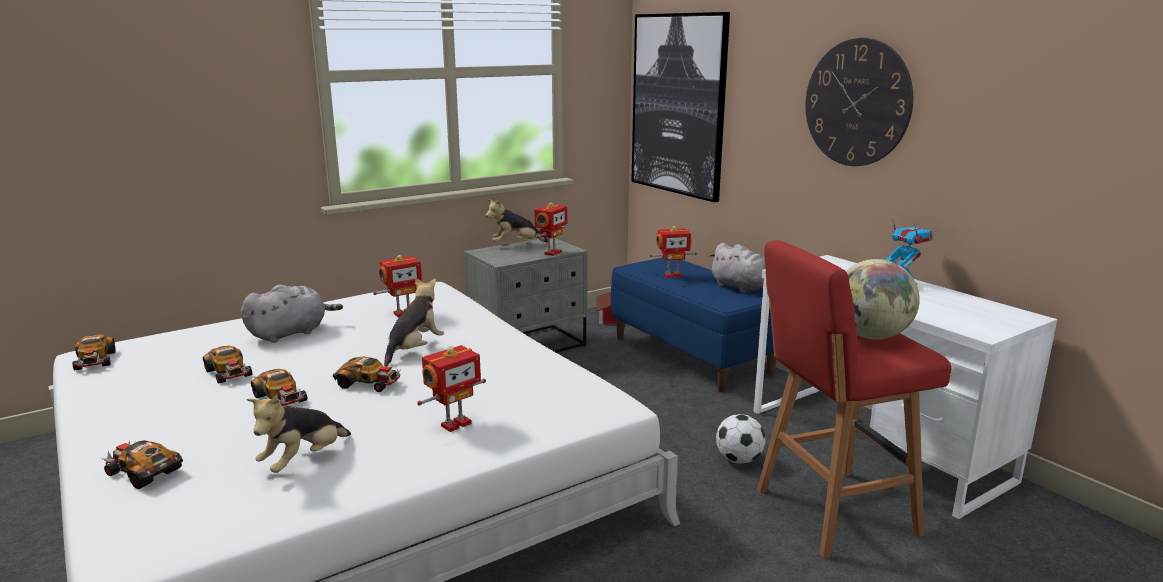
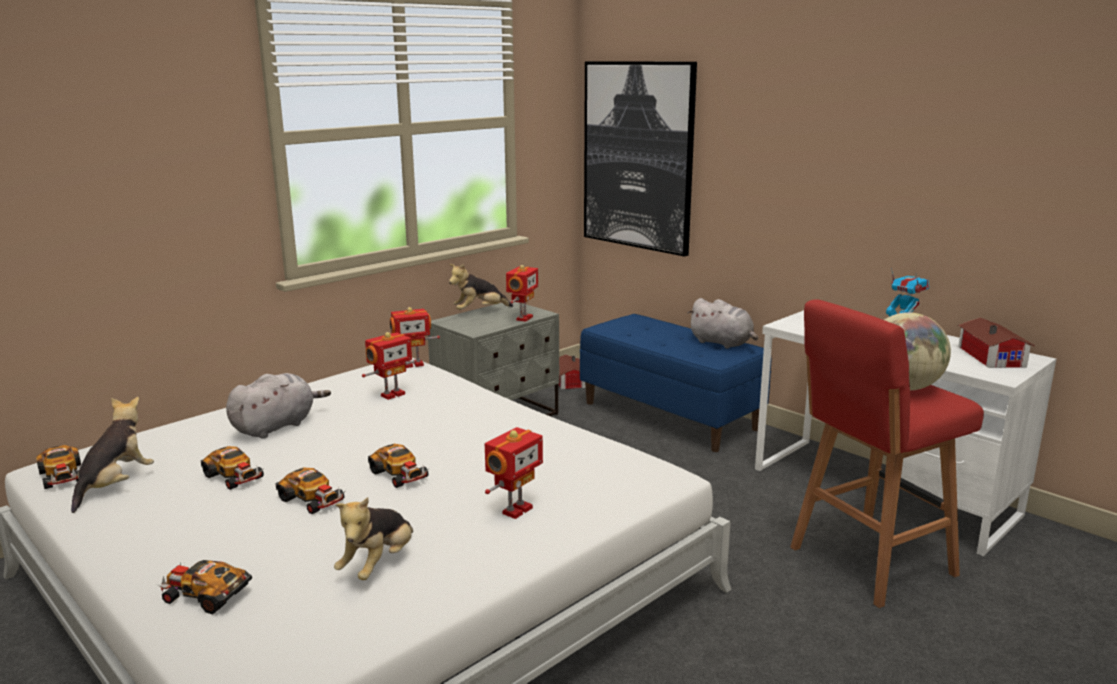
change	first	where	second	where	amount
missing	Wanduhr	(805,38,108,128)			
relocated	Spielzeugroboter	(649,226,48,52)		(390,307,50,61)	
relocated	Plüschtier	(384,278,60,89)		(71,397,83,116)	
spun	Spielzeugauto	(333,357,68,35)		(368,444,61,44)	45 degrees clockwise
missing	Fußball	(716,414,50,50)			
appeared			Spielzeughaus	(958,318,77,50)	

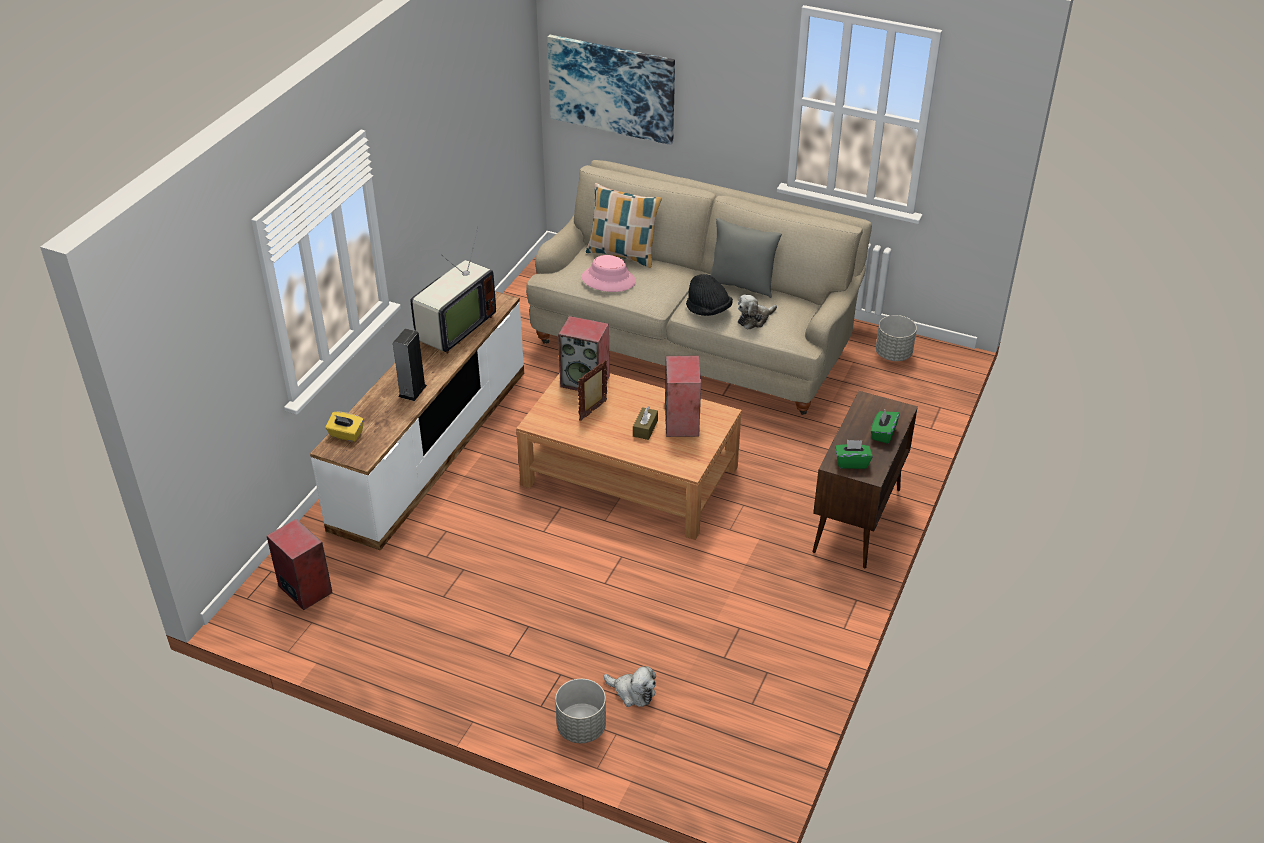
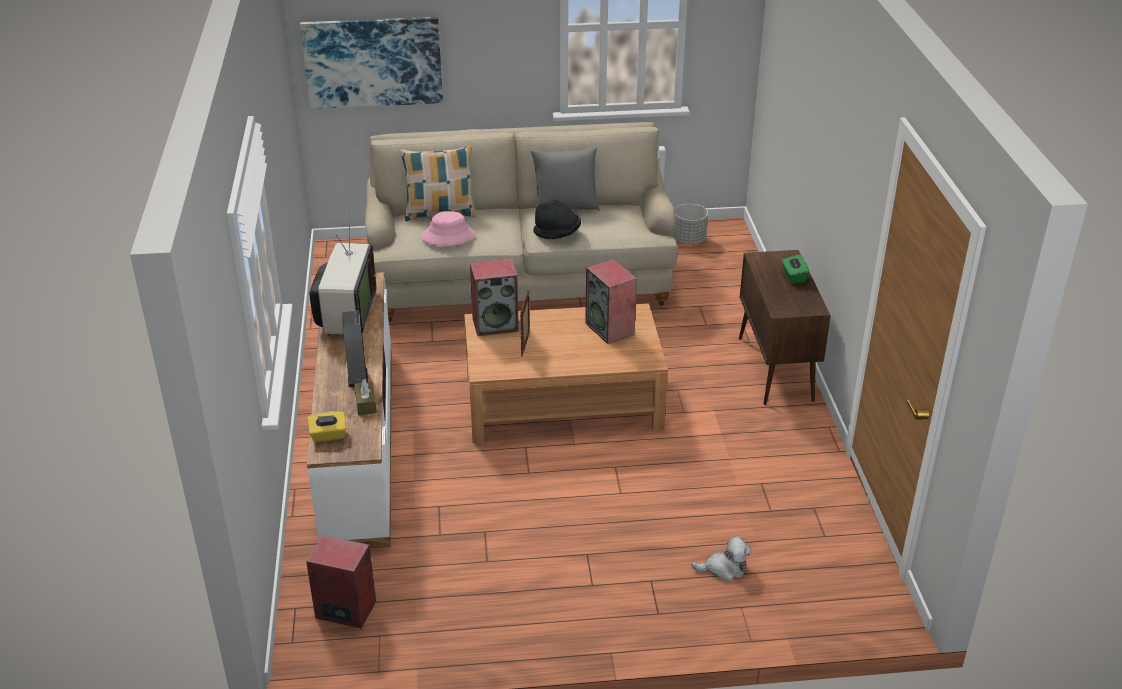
change	first	where	second	where	amount
missing	Plüschtier	(738,294,39,36)			
relocated	Taschentuchbox (braun)	(633,406,25,34)		(354,379,23,36)	
missing	Taschentuchbox (grün)	(835,440,38,29)			
missing	Pflanzkübel (grau)	(555,679,51,64)			

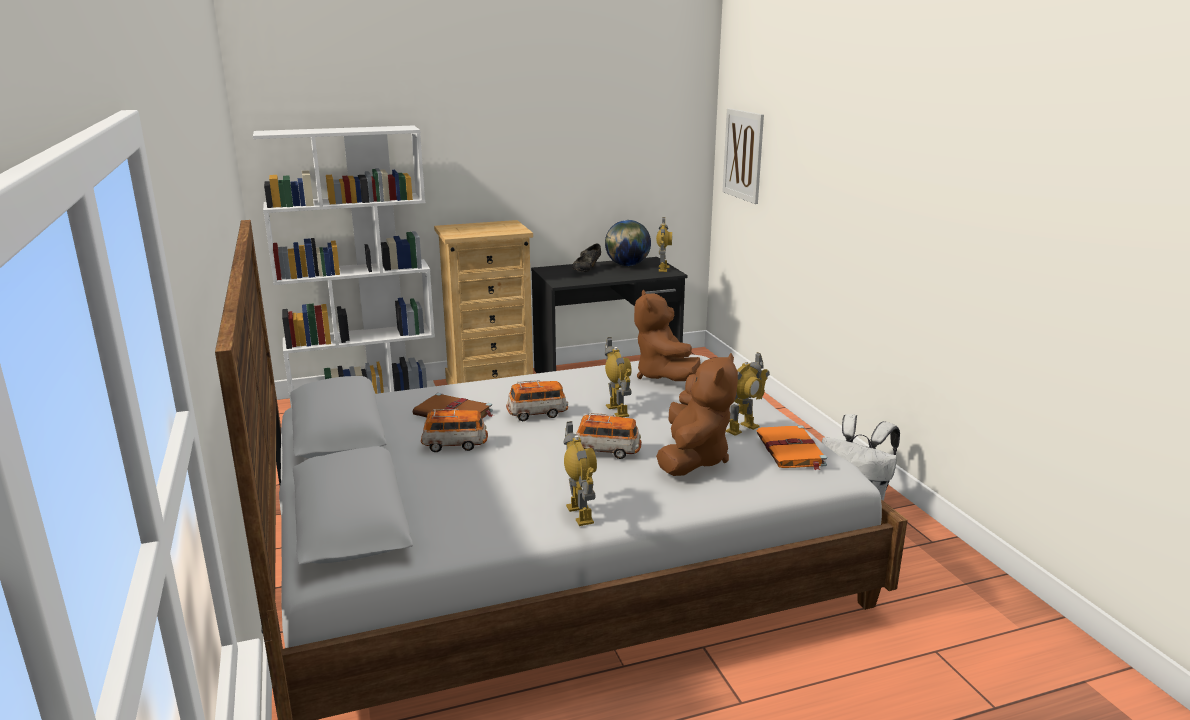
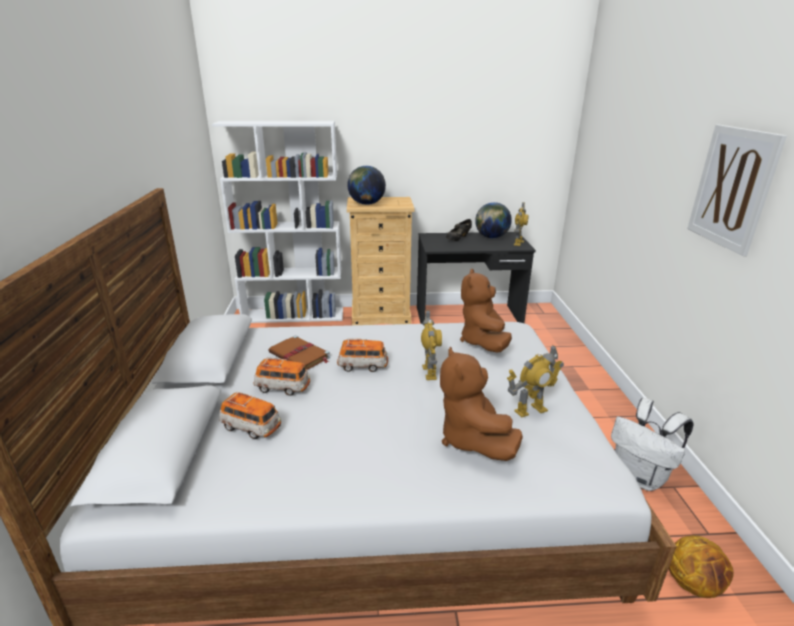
change	first	where	second	where	amount
relocated	Bild	(722,108,42,96)		(687,124,100,132)	
spun	Plüschtier (braun)	(656,353,82,123)		(440,346,83,115)	135 degrees clockwise
relocated	Spielzeugauto	(576,413,66,46)		(219,392,62,47)	
missing	Spielzeugroboter	(564,421,33,105)			
missing	Buch (orange)	(757,425,70,45)			
appeared			Globus	(347,166,39,39)	
appeared			Basketball	(669,535,65,63)	

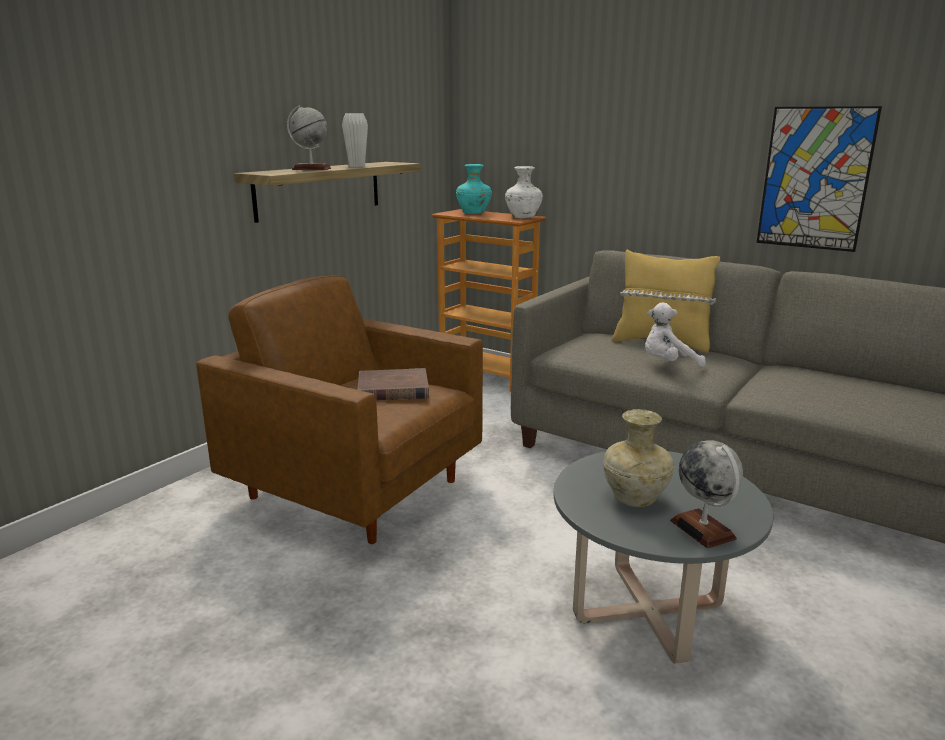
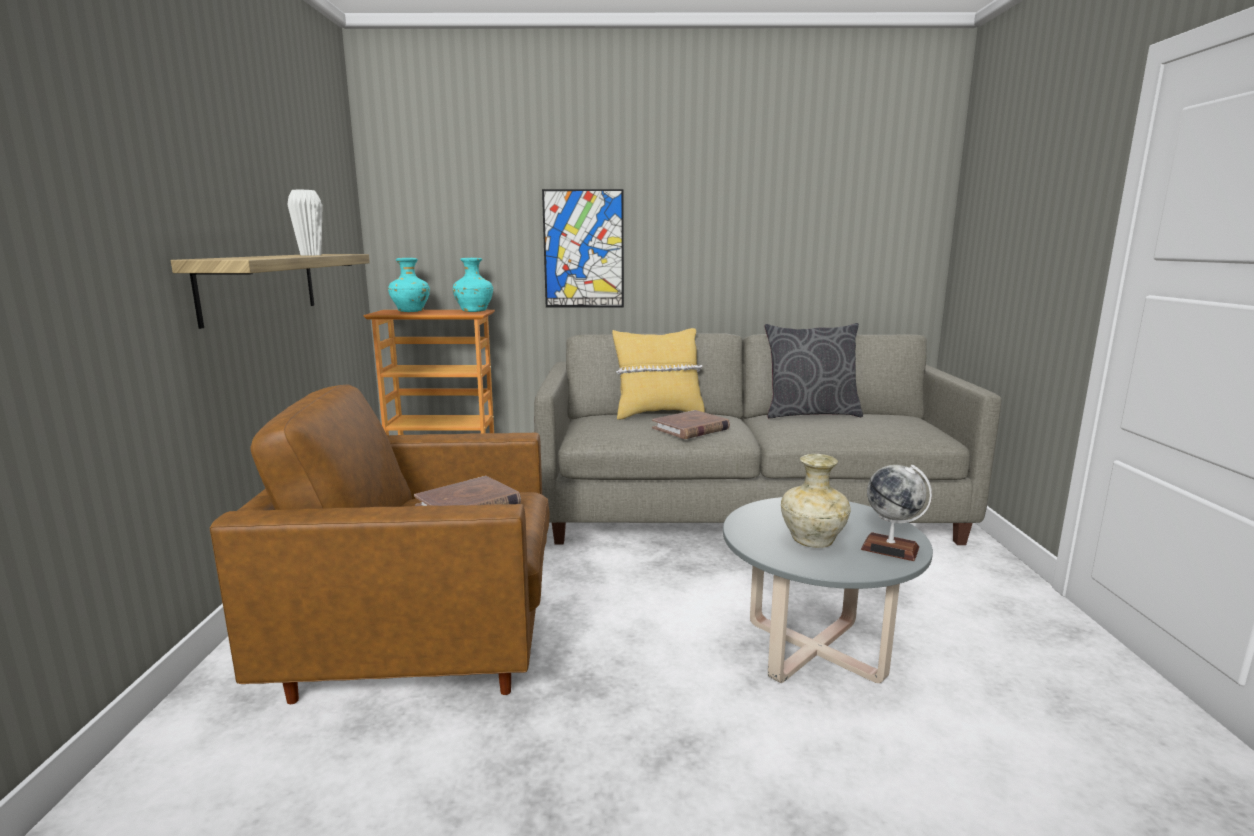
change	first	where	second	where	amount
missing	Globus	(287,105,44,65)			
relocated	Bild	(757,106,125,146)		(542,189,82,119)	
colour	Vase (weiß)	(505,166,38,52)	Vase (türkis)	(453,258,40,54)	
exchanged	Plüschtier (weiß)	(645,302,61,65)	Buch (braun)	(652,410,78,29)	
appeared			Kissen (grau)	(764,323,99,95)	

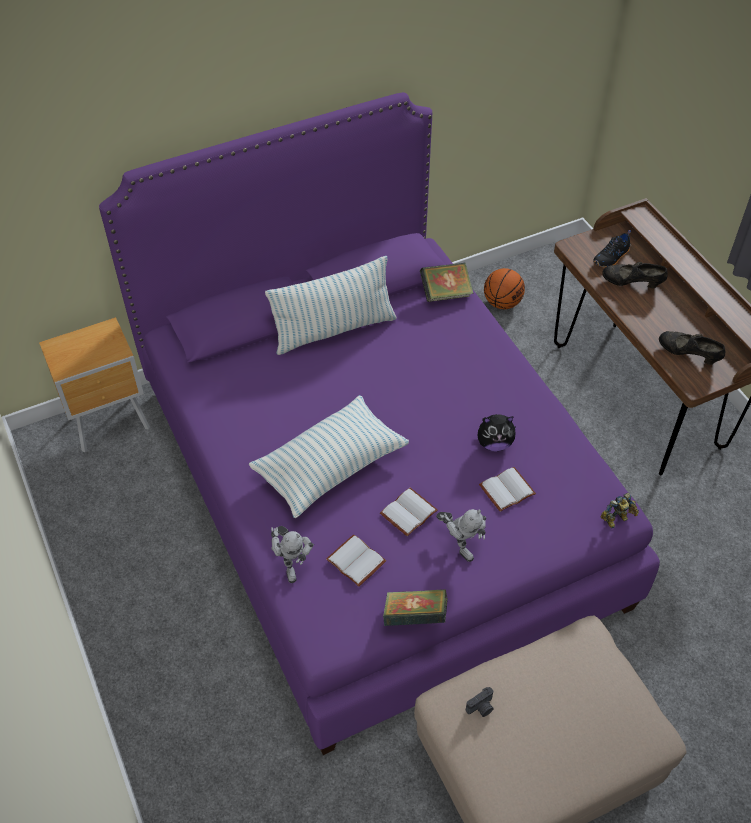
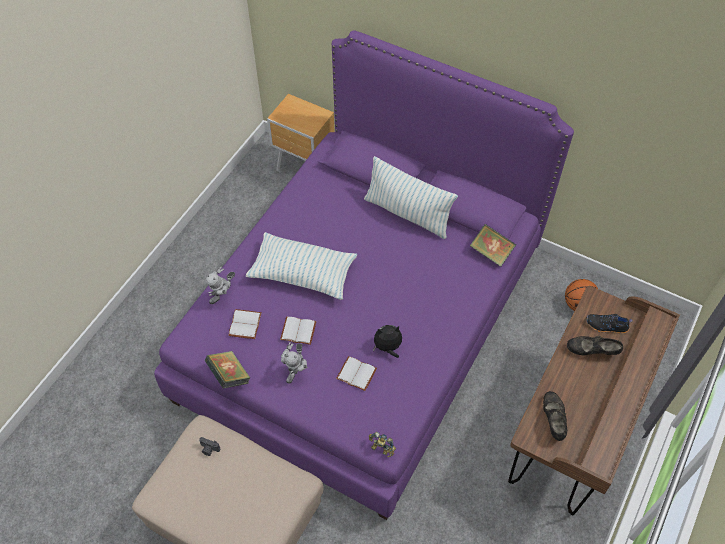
change	first	where	second	where	amount
spun	Schuh (schwarz)	(602,262,66,26)		(567,336,56,20)	60 degrees counterclockwise
spun	Plüschtier	(477,414,40,38)		(373,325,29,33)	120 degrees clockwise

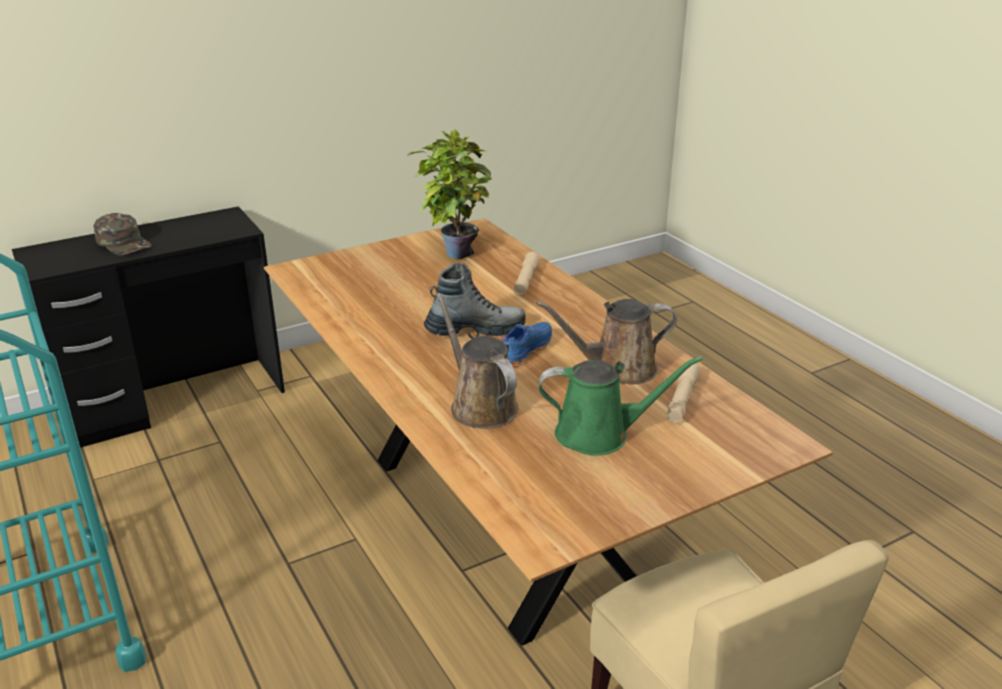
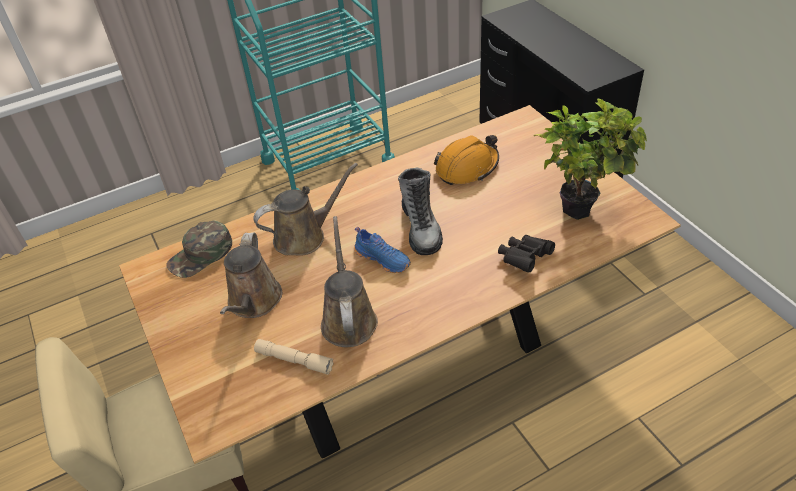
change	first	where	second	where	amount
relocated	Kappe (grün)	(93,213,59,42)		(166,220,66,58)	
exchanged	Taschenlampe (beige)	(514,252,25,43)	Fernglas (schwarz)	(498,235,57,38)	
colour	Gießkanne (grün)	(538,356,165,100)	Gießkanne (braun)	(220,232,62,86)	
appeared			Schutzhelm (orange)	(434,135,65,50)	

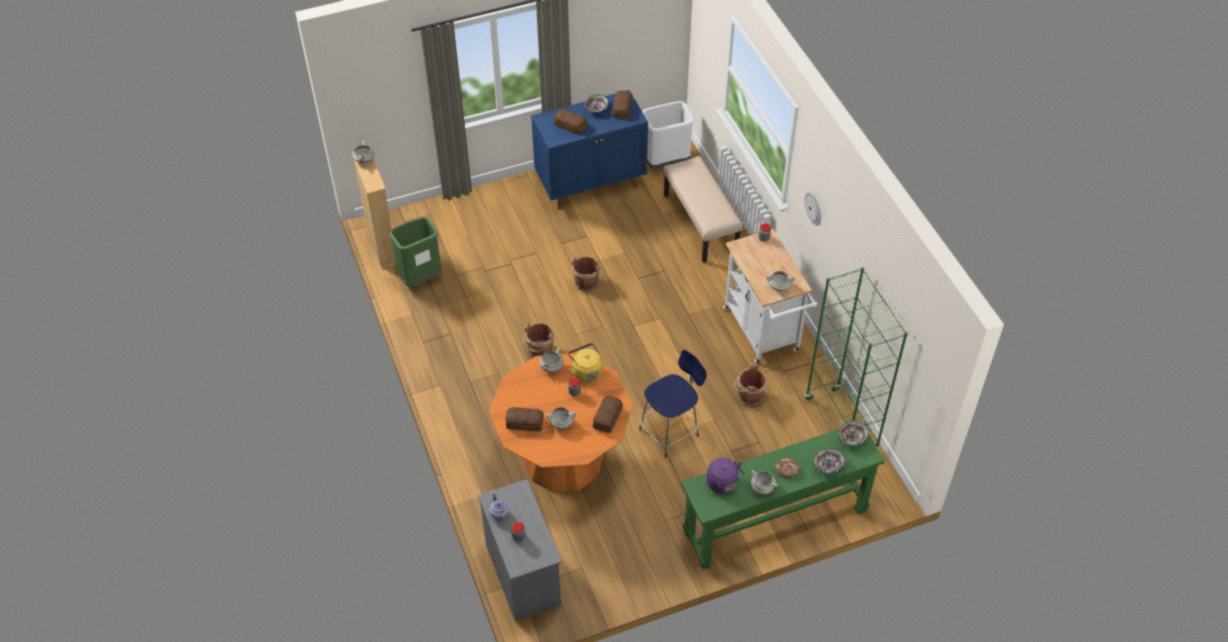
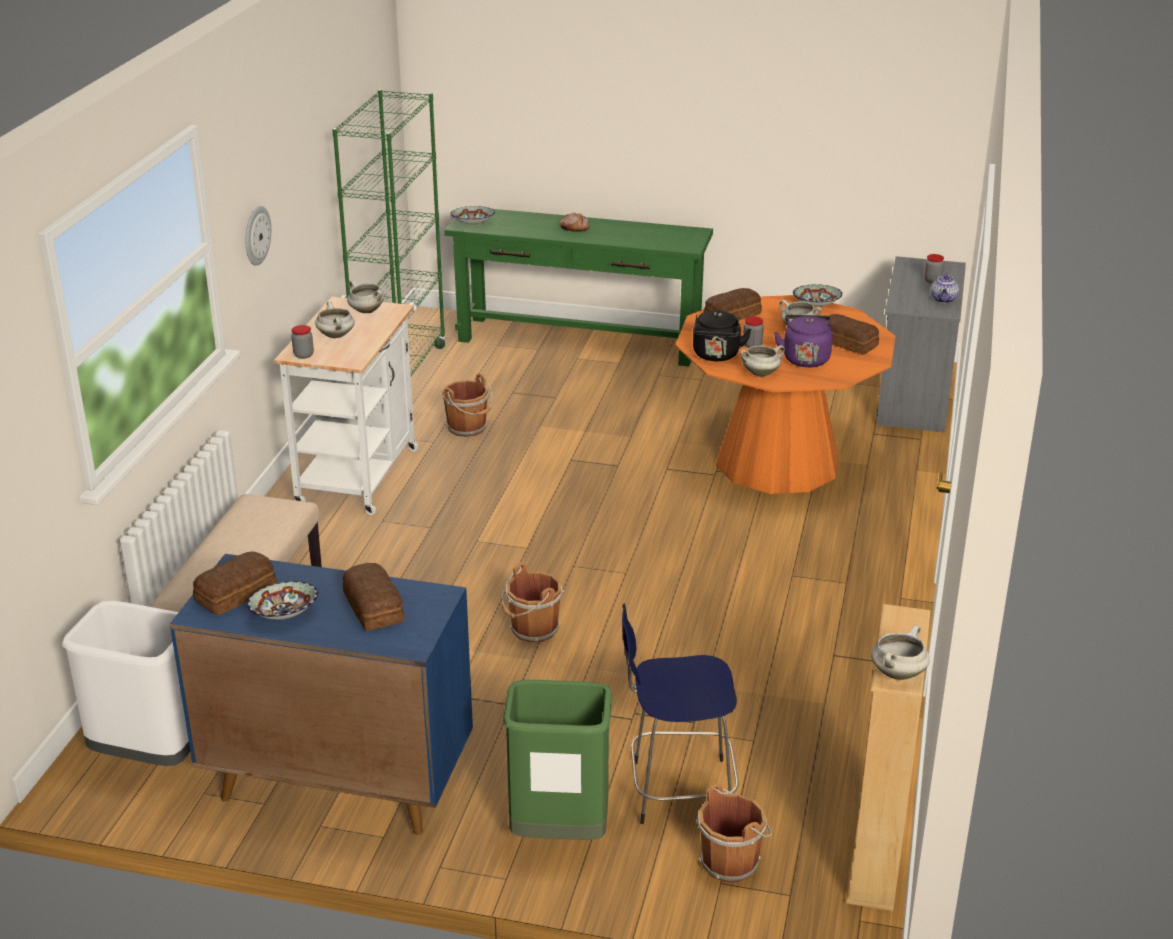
change	first	where	second	where	amount
relocated	Mülleimer (grün)	(390,217,52,70)		(503,680,109,160)	
relocated	Eimer (braun)	(523,323,31,34)		(695,784,77,98)	
colour	Wasserkessel (gelb)	(568,343,34,39)	Wasserkessel (schwarz)	(693,311,59,50)	
relocated	Hocker (blau)	(639,350,68,107)		(622,604,117,220)	
relocated	Schüssel	(814,448,31,26)		(793,284,49,23)	
relocated	Wasserkessel (lila)	(706,458,38,35)		(774,315,59,52)	
relocated	Kochtopf (weiß)	(750,471,28,24)		(315,302,40,36)	

